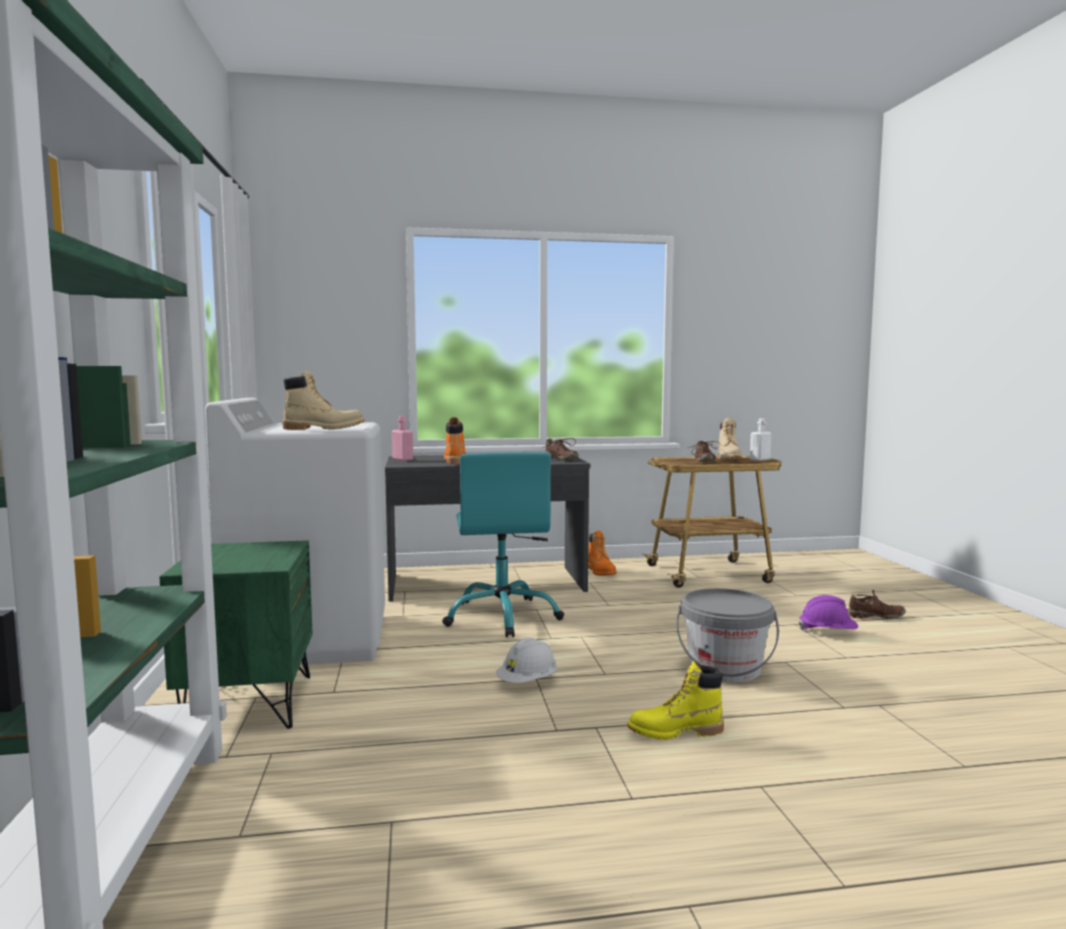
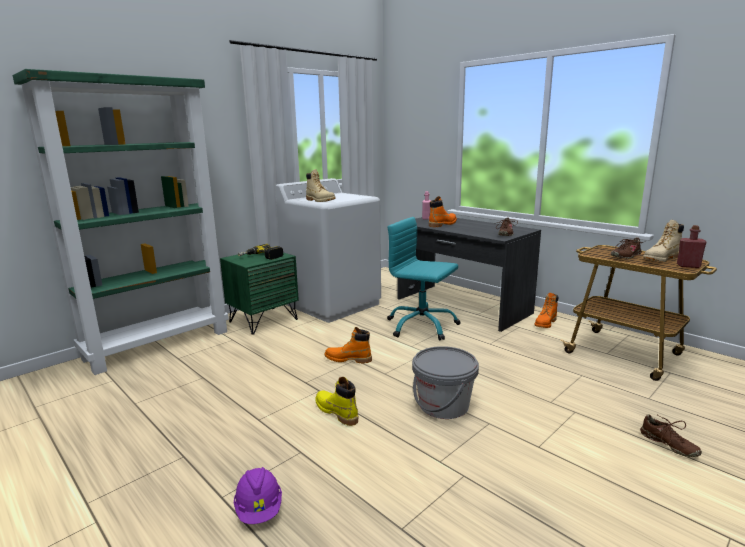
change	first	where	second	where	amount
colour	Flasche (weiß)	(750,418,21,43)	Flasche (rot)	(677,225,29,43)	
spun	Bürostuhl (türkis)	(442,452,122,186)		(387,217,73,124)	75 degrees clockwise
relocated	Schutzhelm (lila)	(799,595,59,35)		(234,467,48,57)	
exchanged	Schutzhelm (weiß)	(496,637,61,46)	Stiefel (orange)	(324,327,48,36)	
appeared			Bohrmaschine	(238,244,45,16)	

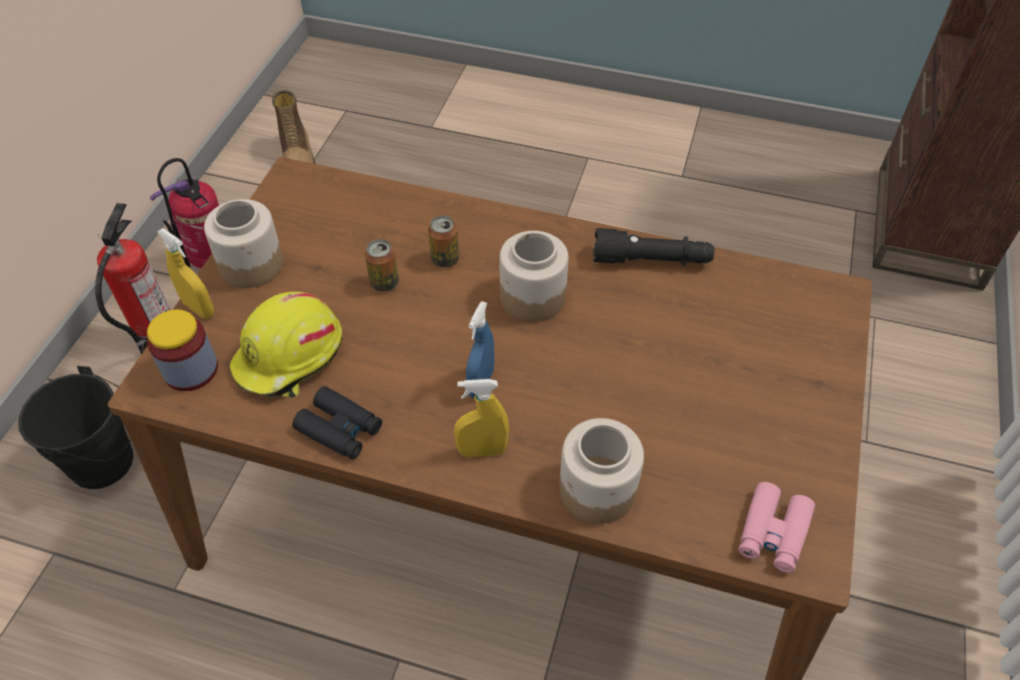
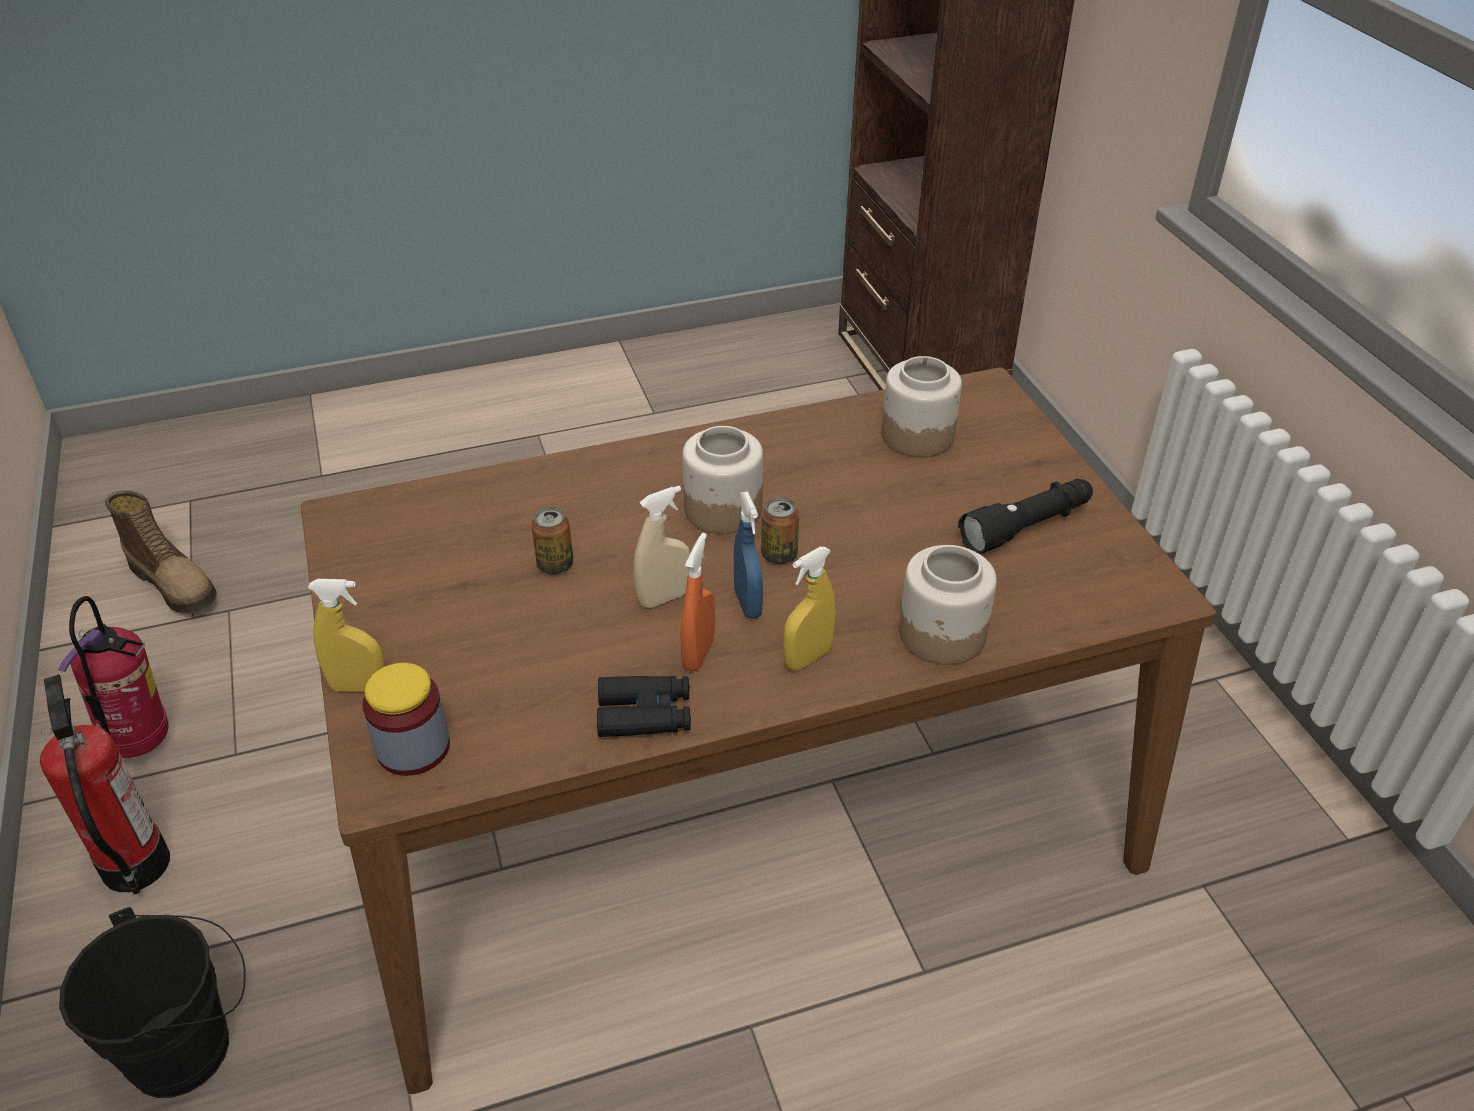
change	first	where	second	where	amount
relocated	Vorratsglas	(204,199,79,89)		(882,356,80,101)	
relocated	Dose	(428,216,31,51)		(761,497,38,67)	
relocated	Taschenlampe (schwarz)	(593,228,121,38)		(958,479,135,75)	
missing	Schutzhelm (gelb)	(229,292,113,106)			
missing	Fernglas (rosa)	(738,482,77,91)			
appeared			Sprühflasche (beige)	(634,486,56,122)	
appeared			Sprühflasche (orange)	(680,533,35,138)	

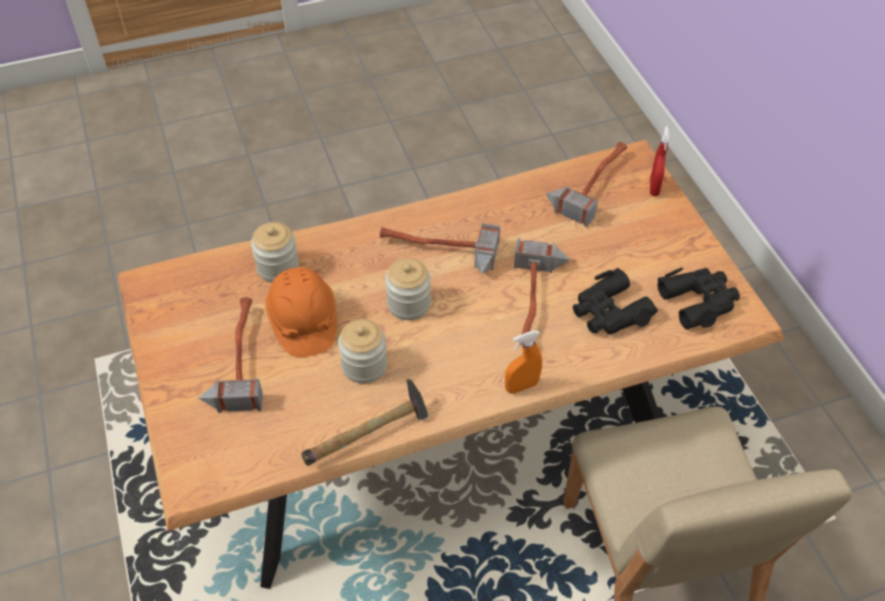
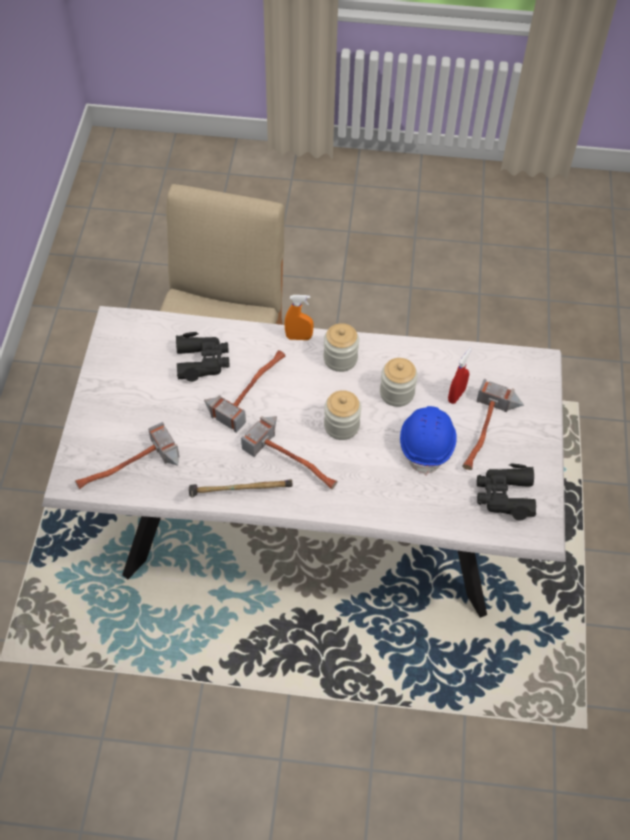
change	first	where	second	where	amount
relocated	Sprühflasche (rot)	(650,126,20,70)		(448,348,24,56)	
colour	Esstisch (braun)	(117,140,667,449)	Esstisch (weiß)	(42,306,524,312)	
relocated	Vorratsglas	(251,222,48,60)		(323,323,36,49)	
colour	Schutzhelm (orange)	(265,267,72,90)	Schutzhelm (blau)	(400,406,57,70)	
relocated	Fernglas (schwarz)	(658,267,82,62)		(477,464,59,57)	
relocated	Hammer	(301,378,128,88)		(189,479,104,19)	

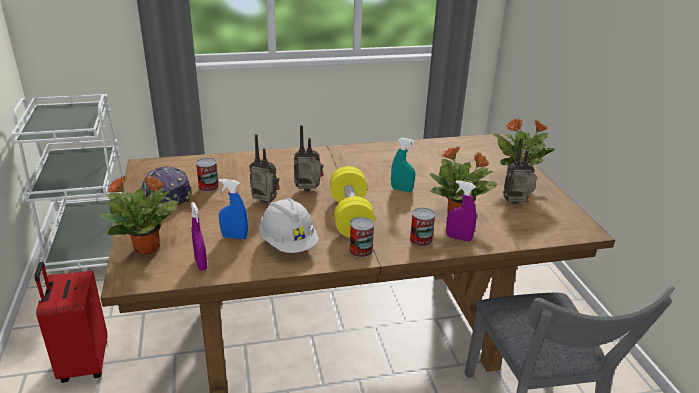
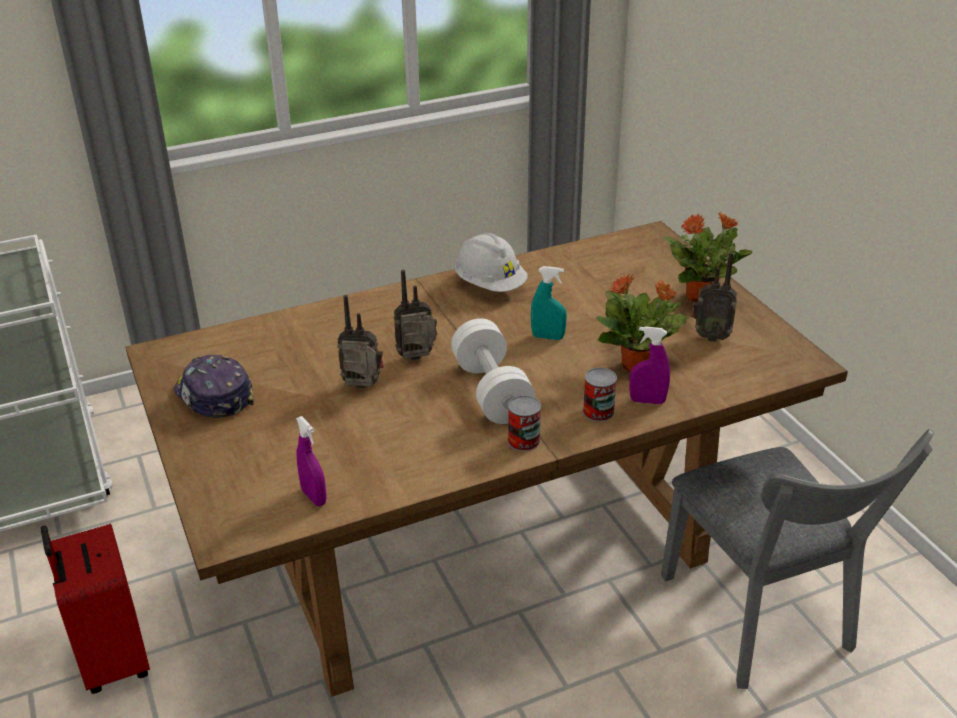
change	first	where	second	where	amount
spun	Radio	(503,137,34,67)		(692,252,45,90)	150 degrees counterclockwise
missing	Dose	(196,158,23,34)			
colour	Hantel (gelb)	(330,166,45,72)	Hantel (weiß)	(451,318,84,106)	
missing	Topfpflanze	(101,175,78,79)			
missing	Sprühflasche (blau)	(219,179,29,60)			
relocated	Schutzhelm (weiß)	(259,198,60,55)		(454,233,74,59)	

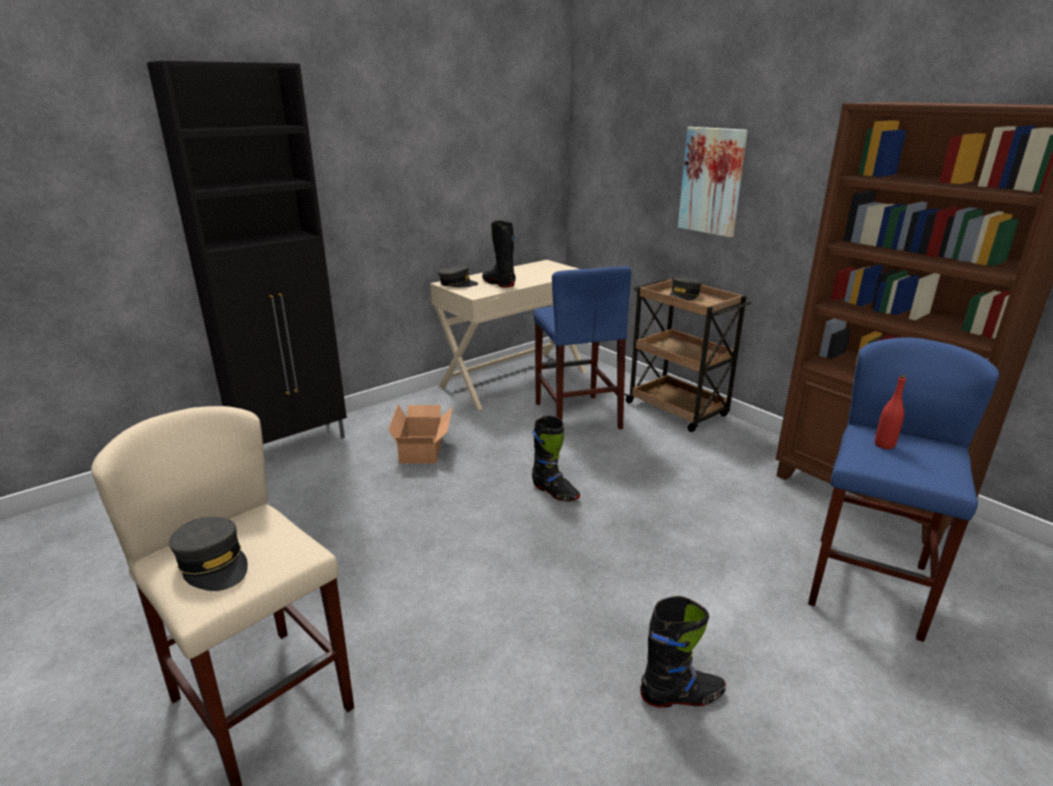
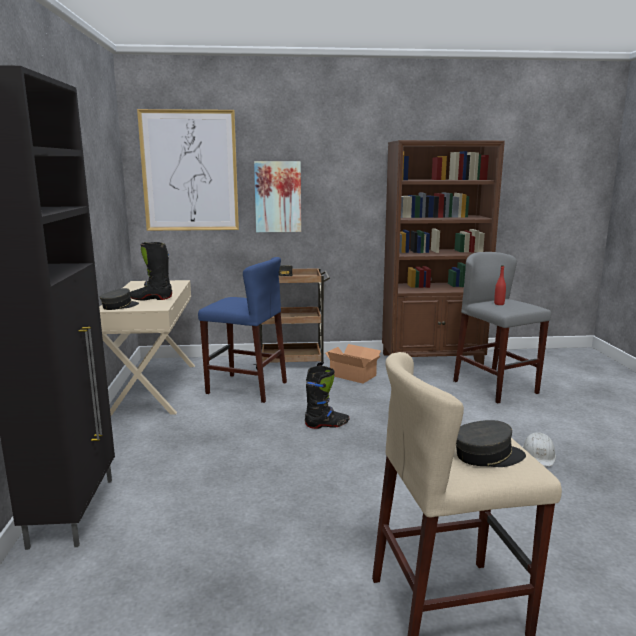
change	first	where	second	where	amount
colour	Hocker (blau)	(808,337,191,305)	Hocker (grau)	(453,252,98,151)	
relocated	Karton	(388,404,65,60)		(325,344,56,40)	
exchanged	Stiefel (schwarz)	(640,596,86,112)	Schutzhelm (weiß)	(522,432,34,34)	
appeared			Bild	(137,109,102,122)	

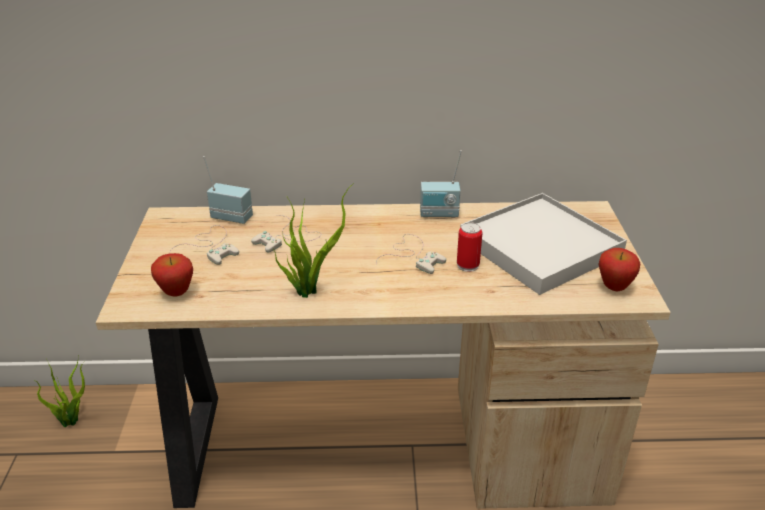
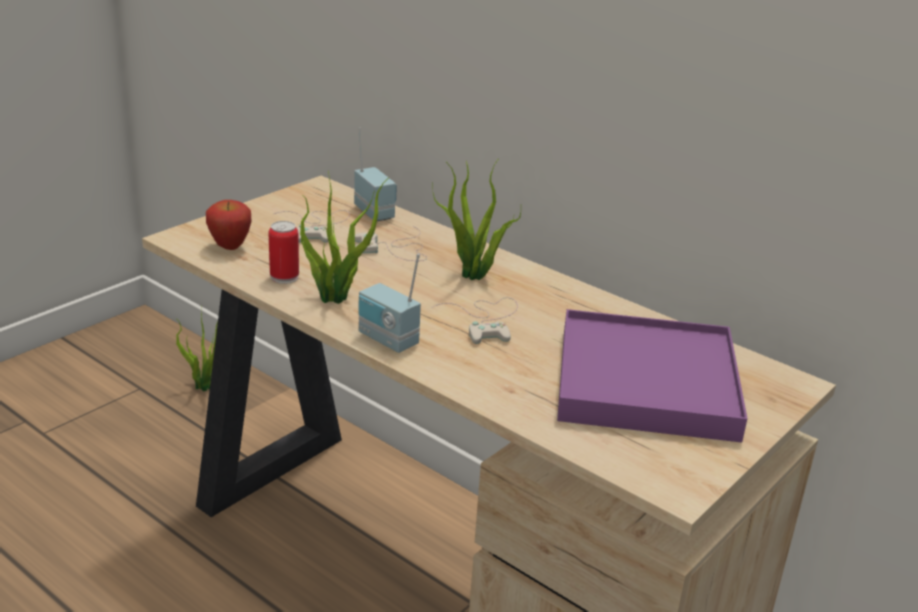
change	first	where	second	where	amount
relocated	Radio	(420,150,42,67)		(359,253,62,100)	
colour	Tablett (weiß)	(460,193,167,102)	Tablett (lila)	(557,309,191,134)	
relocated	Dose	(457,222,25,50)		(268,221,31,63)	
missing	Apfel	(598,248,42,44)			
appeared			Topfpflanze	(432,158,89,122)	

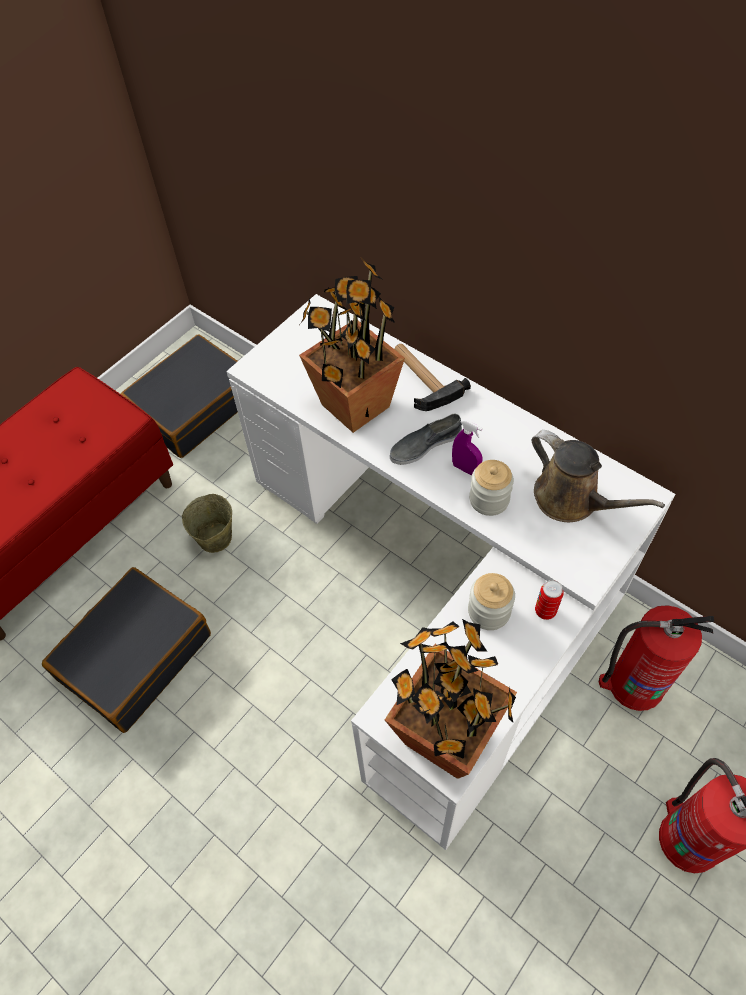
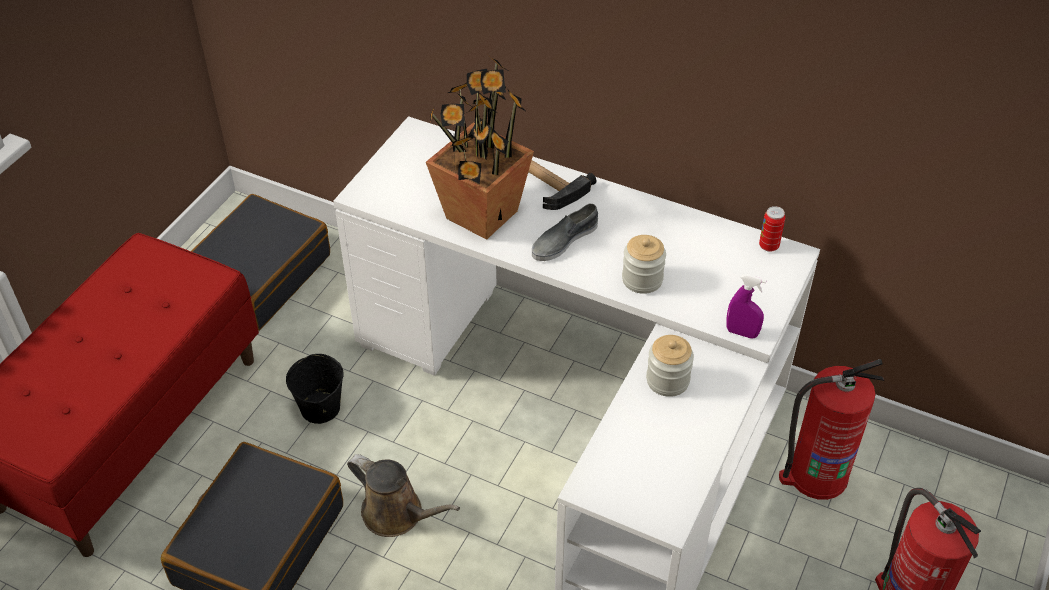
change	first	where	second	where	amount
relocated	Sprühflasche (lila)	(452,419,31,57)		(726,274,41,65)	
relocated	Gießkanne (braun)	(531,430,134,92)		(347,454,113,83)	
colour	Eimer (beige)	(182,494,50,59)	Eimer (schwarz)	(286,354,58,70)	
relocated	Dose	(535,580,29,40)		(759,206,26,46)	
missing	Topfpflanze	(385,619,132,160)			

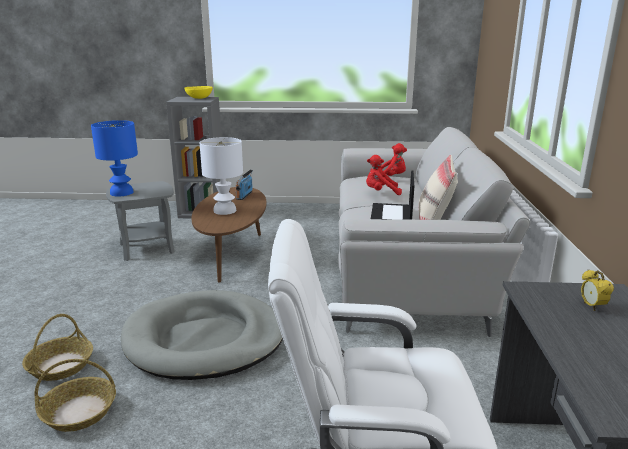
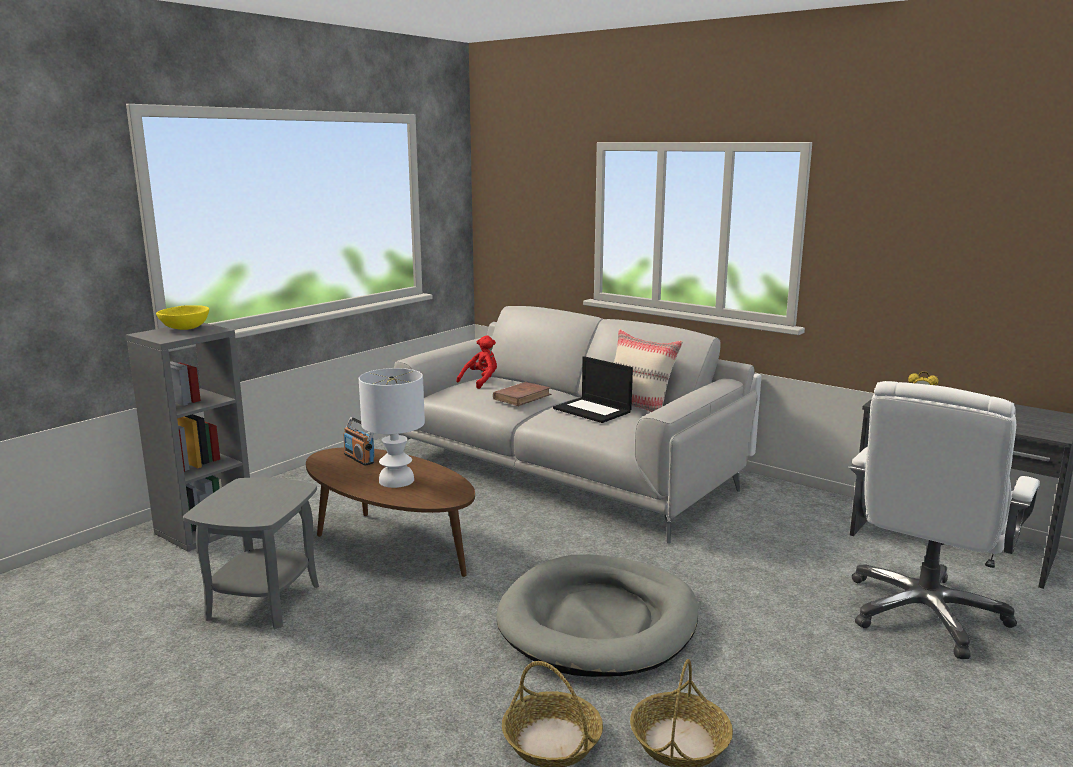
change	first	where	second	where	amount
missing	Tischlampe (blau)	(91,120,47,77)			
exchanged	Plüschtier (rot)	(366,155,36,40)	Buch (braun)	(493,382,59,24)	

